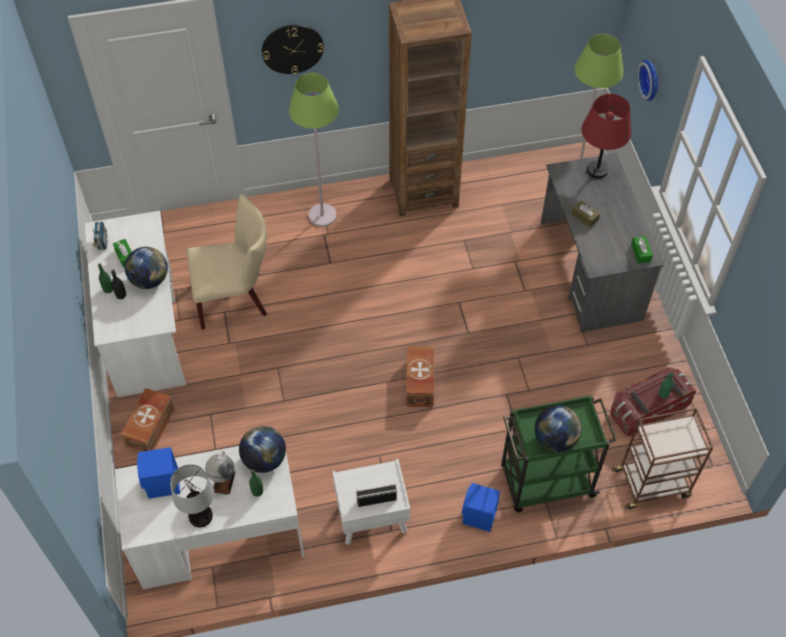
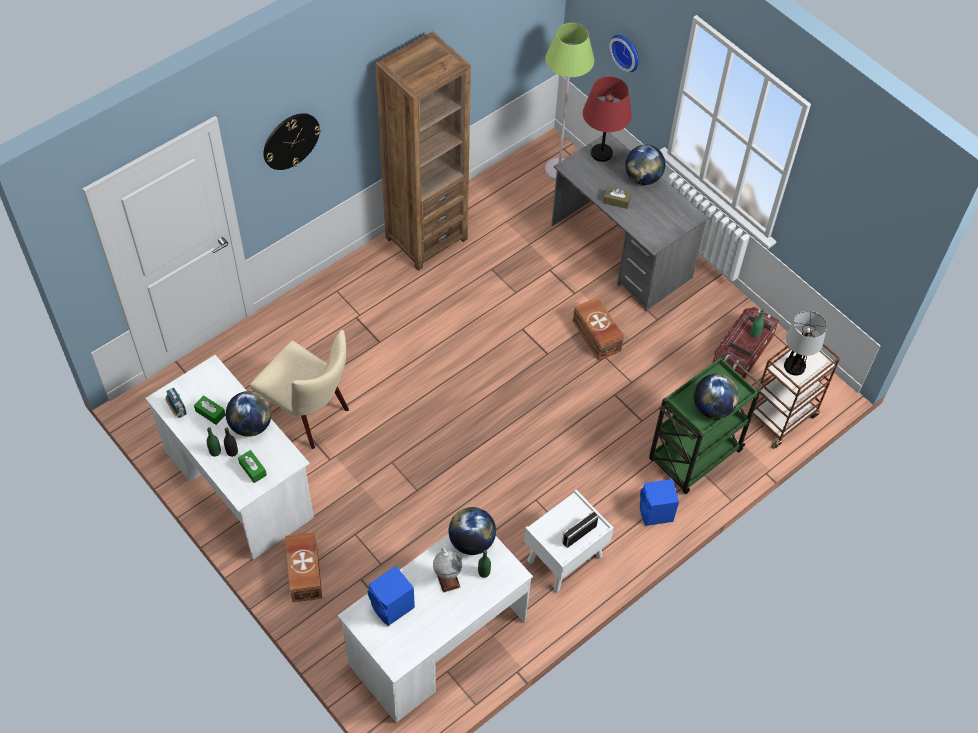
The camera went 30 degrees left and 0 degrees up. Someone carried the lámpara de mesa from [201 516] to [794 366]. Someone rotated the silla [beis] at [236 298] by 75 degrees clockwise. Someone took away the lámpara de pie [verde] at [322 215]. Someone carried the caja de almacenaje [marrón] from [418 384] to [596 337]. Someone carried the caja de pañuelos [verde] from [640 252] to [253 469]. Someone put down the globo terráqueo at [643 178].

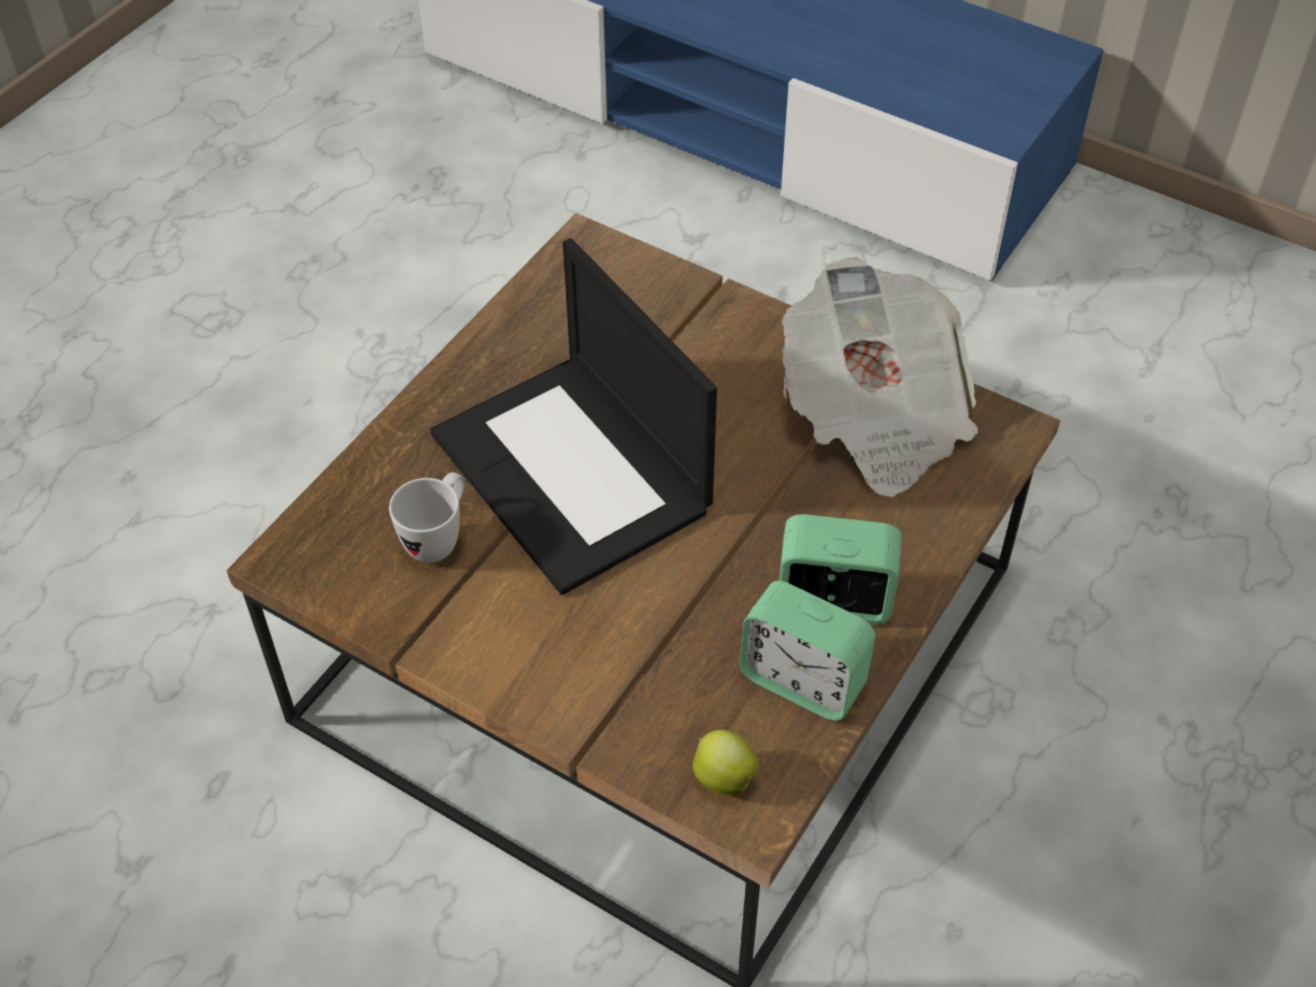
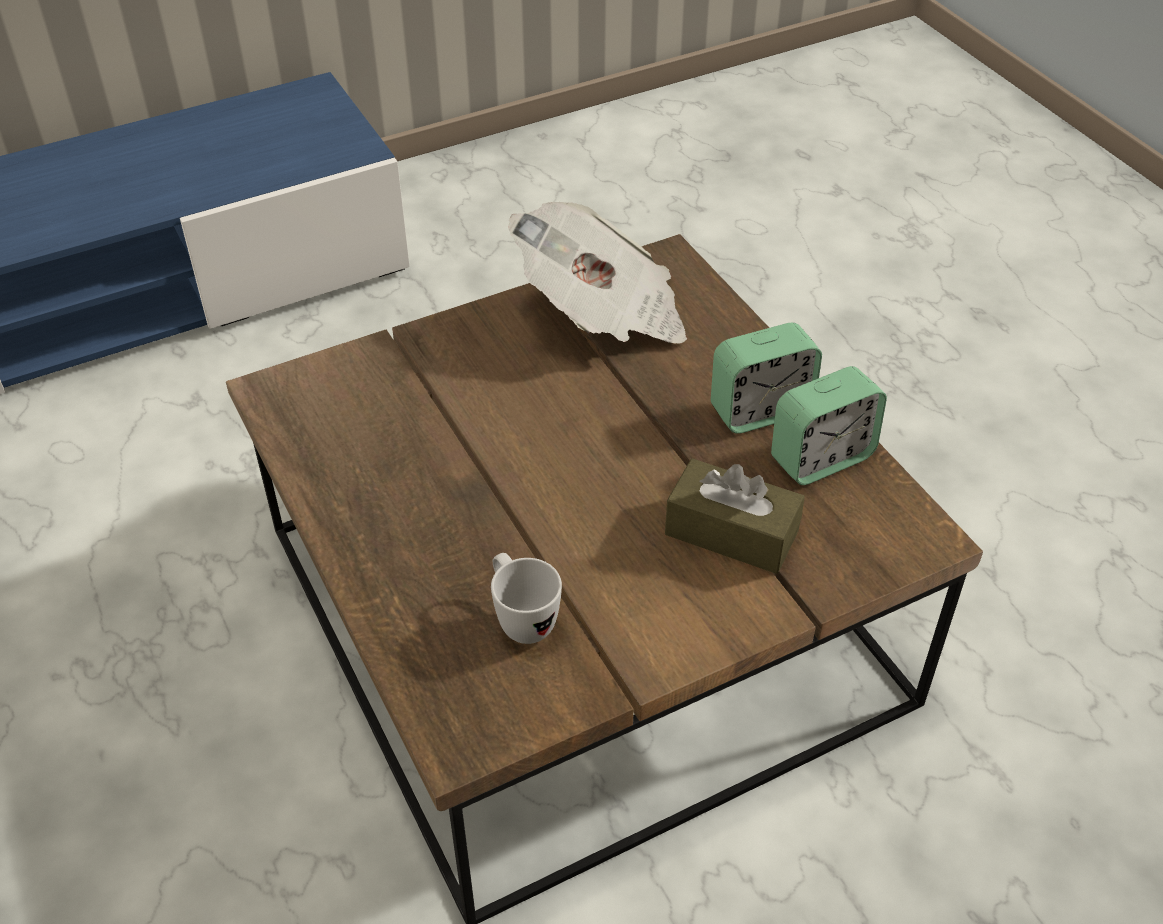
The camera went 60 degrees left and 5 degrees down. Someone took away the portátil at [574 473]. Someone took away the manzana at [722 777]. Someone rotated the despertador at [834 601] by 150 degrees counterclockwise. Someone put down the caja de pañuelos [marrón] at [731 532].

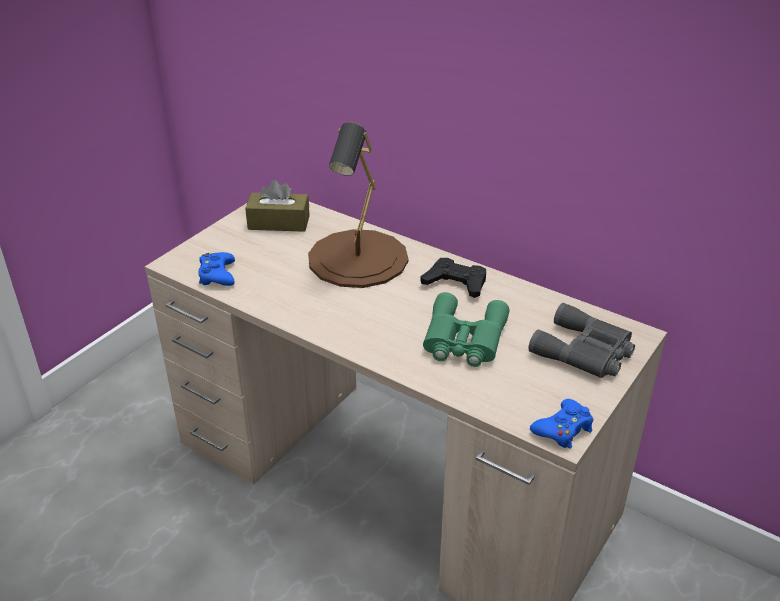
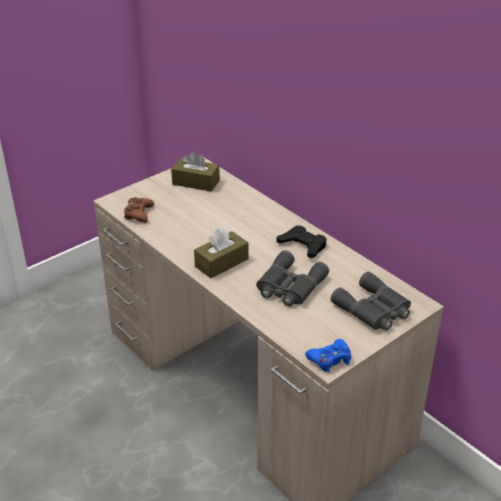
The camera went 15 degrees right and 0 degrees up. Someone repainted the mando de consola [azul] at [217 275], which became the mando de consola [marrón] at [138 214]. Someone took away the lámpara de mesa [marrón] at [358 258]. Someone repainted the prismáticos [verde] at [463 340], which became the prismáticos [gris] at [289 286]. Someone put down the caja de pañuelos [marrón] at [221 263].

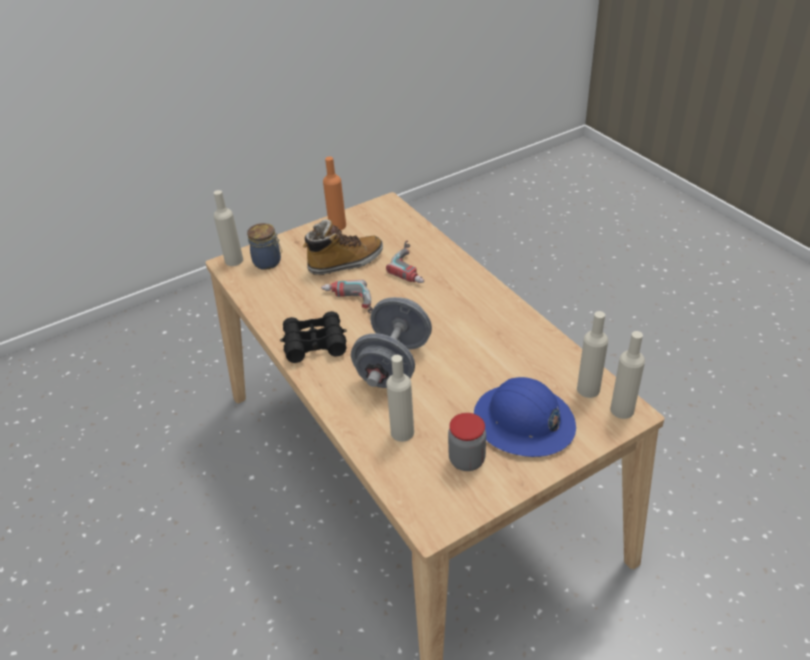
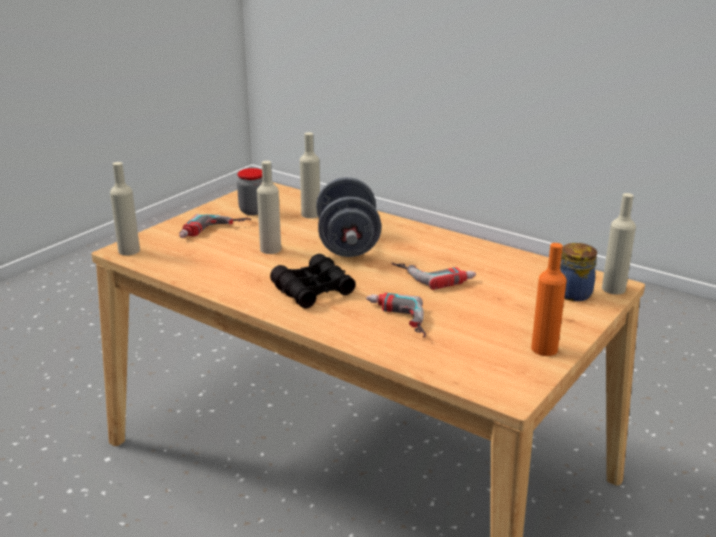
The camera went 155 degrees right and 15 degrees down. Someone carried the prismáticos [negro] from [314 343] to [313 290]. Someone took away the bota at [345 262]. Someone swapped the casco [azul] at [523 422] for the taladro at [214 232]. Someone carried the botella [beis] from [588 389] to [270 249].

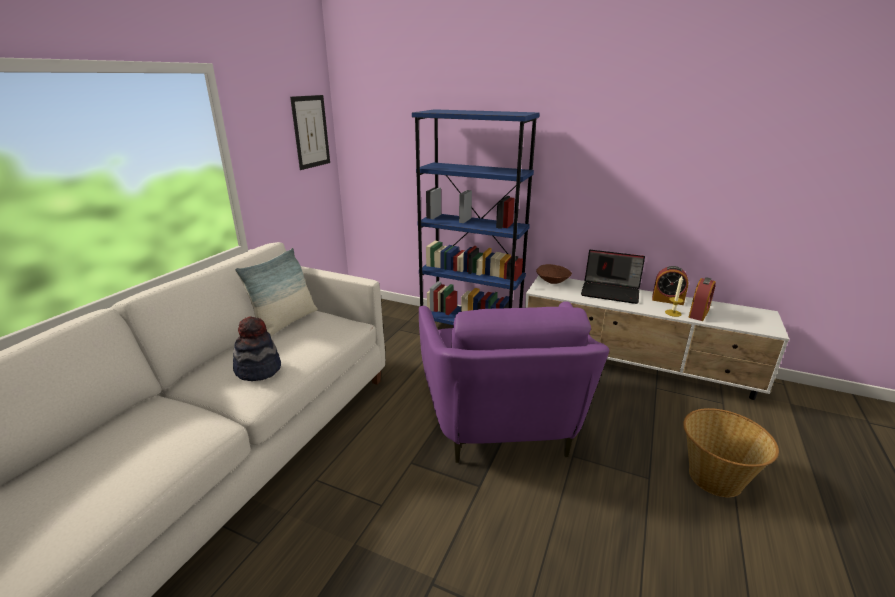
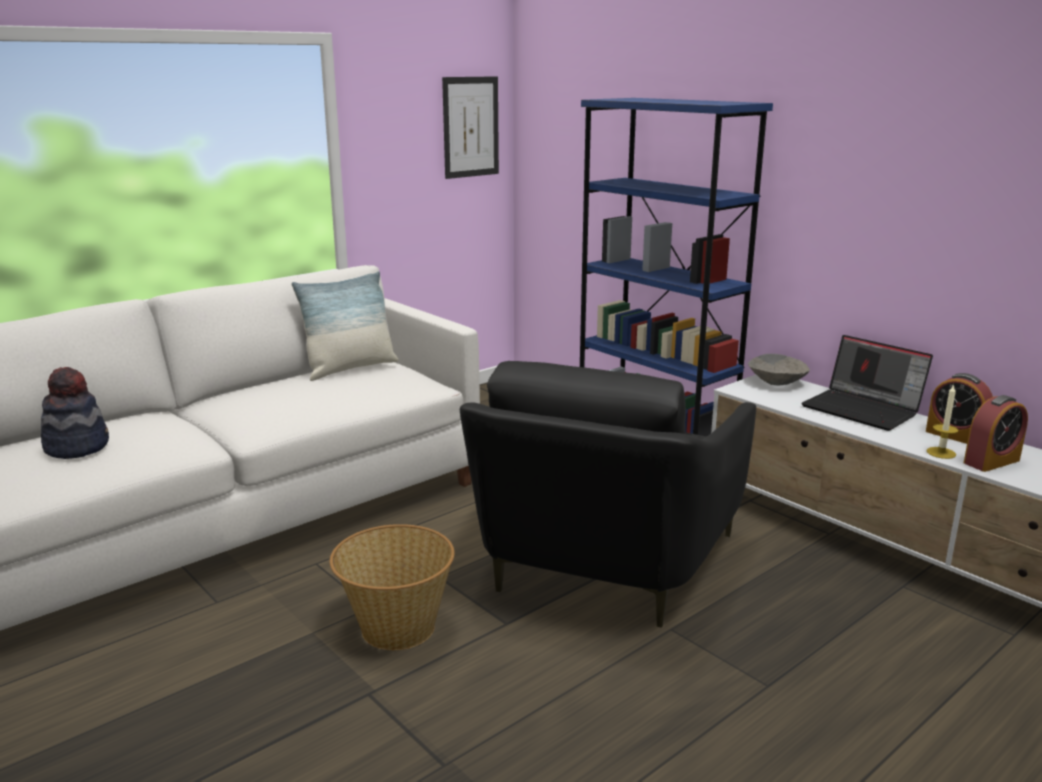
The camera went 25 degrees right and 5 degrees down. Someone carried the sombrero from [258 369] to [77 447]. Someone repainted the sillón [morado] at [501 420], which became the sillón [negro] at [601 564]. Someone repainted the cuenco [marrón] at [553 281], which became the cuenco [gris] at [777 383]. Someone carried the cesta from [715 478] to [396 628].

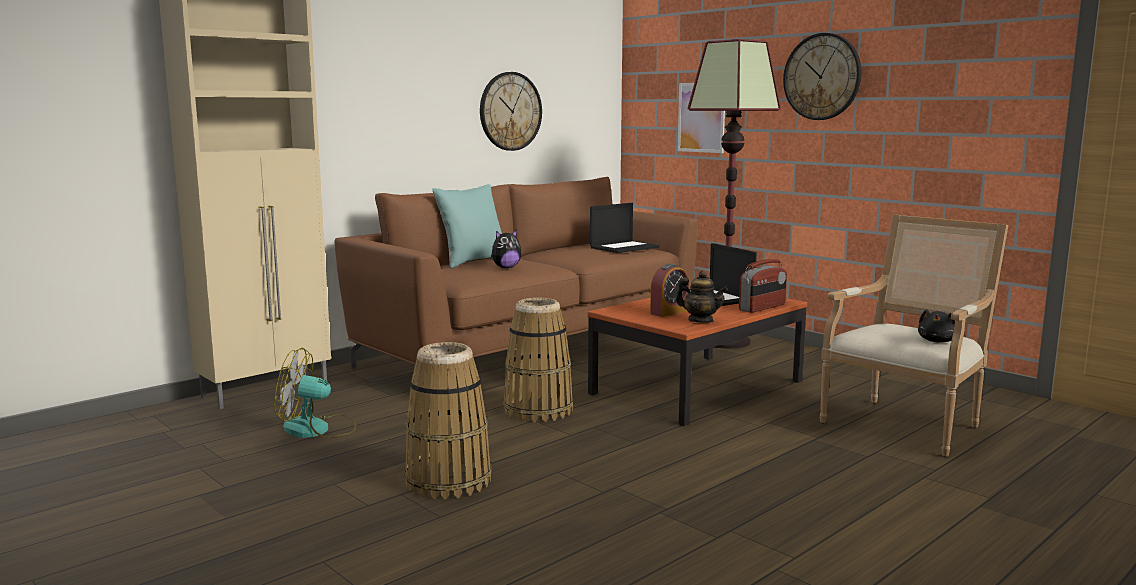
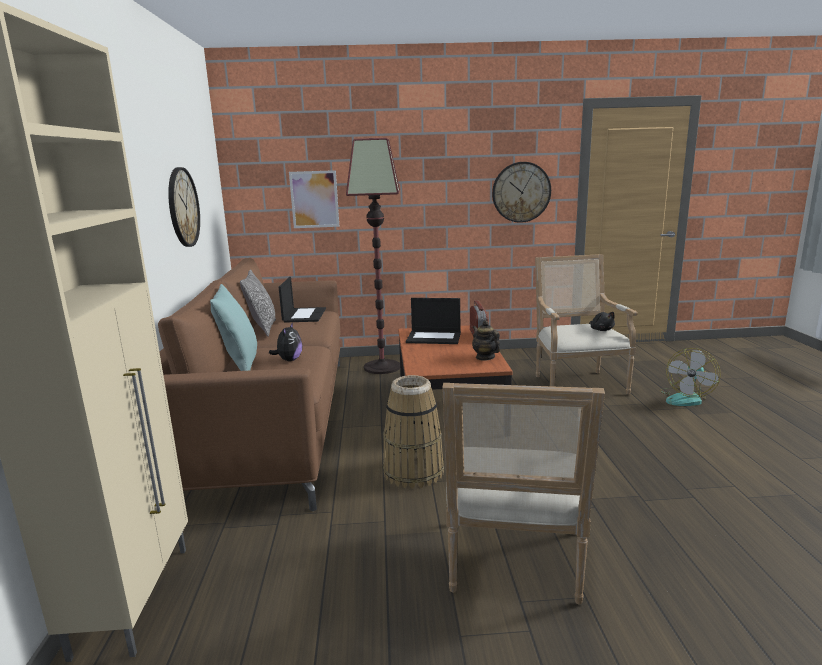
The camera went 50 degrees left and 5 degrees up. Someone carried the ventilador from [317 429] to [686 398]. Someone swapped the cesta at [448 480] for the sillón at [514 565]. Someone took away the despertador at [669 312]. Someone rotated the tetera at [700 321] by 105 degrees counterclockwise. Someone carried the reloj de pared from [822 77] to [521 192]. Someone put down the cojín at [262 328].

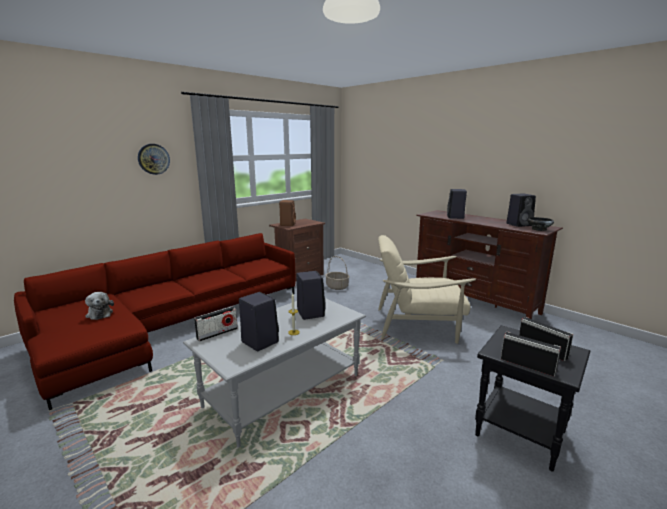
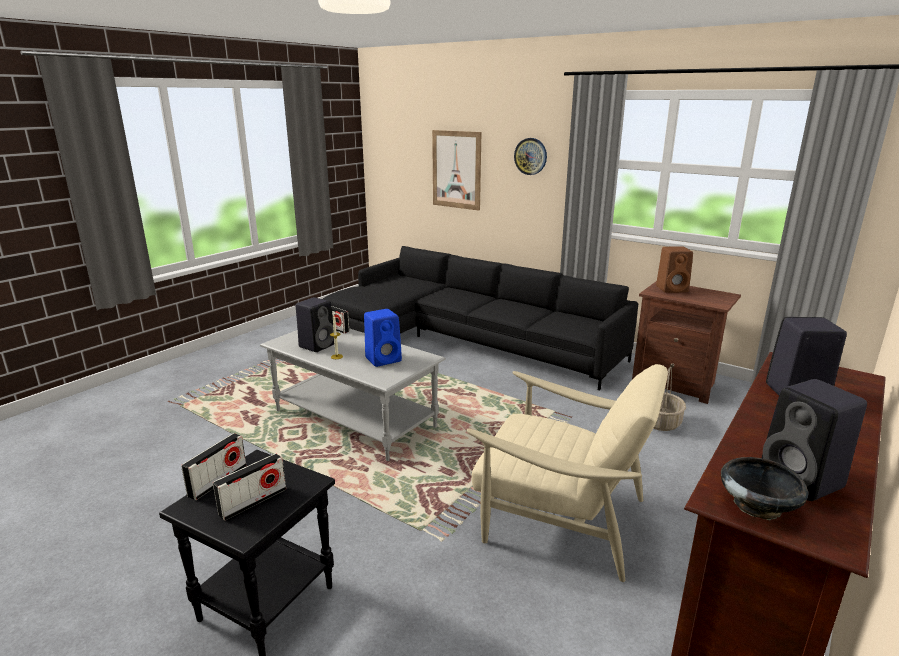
The camera went 80 degrees right and 5 degrees up. Someone repainted the sofá [rojo] at [172 324], which became the sofá [negro] at [466 340]. Someone took away the peluche at [99 313]. Someone repainted the altavoz [negro] at [310 313], which became the altavoz [azul] at [384 359]. Someone rotated the sillón [beis] at [418 324] by 120 degrees clockwise. Someone put up the cuadro at [456 170].

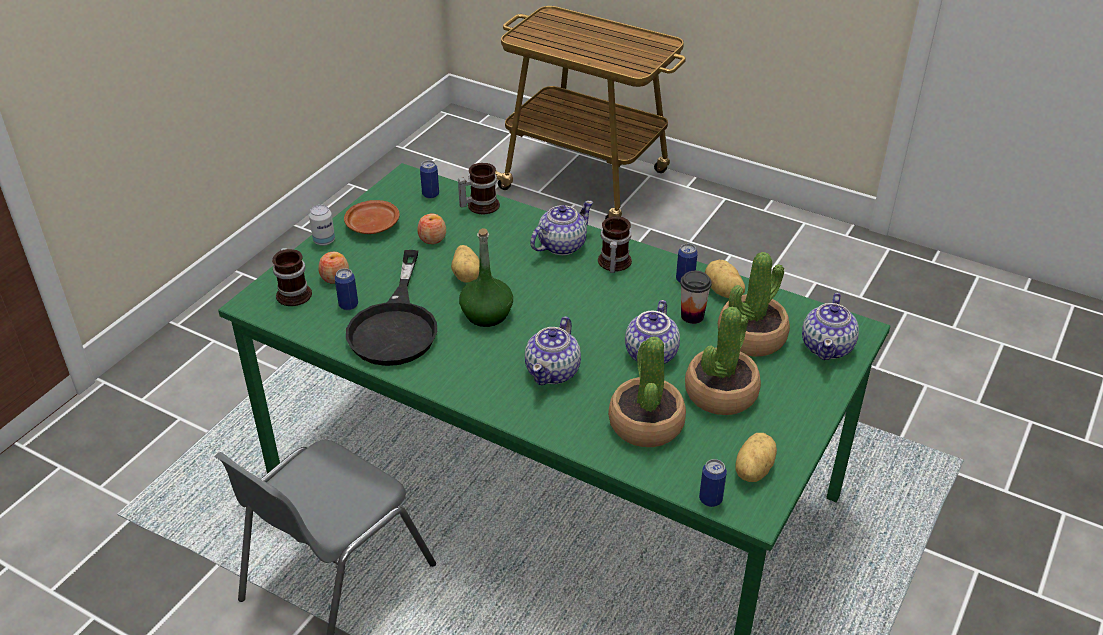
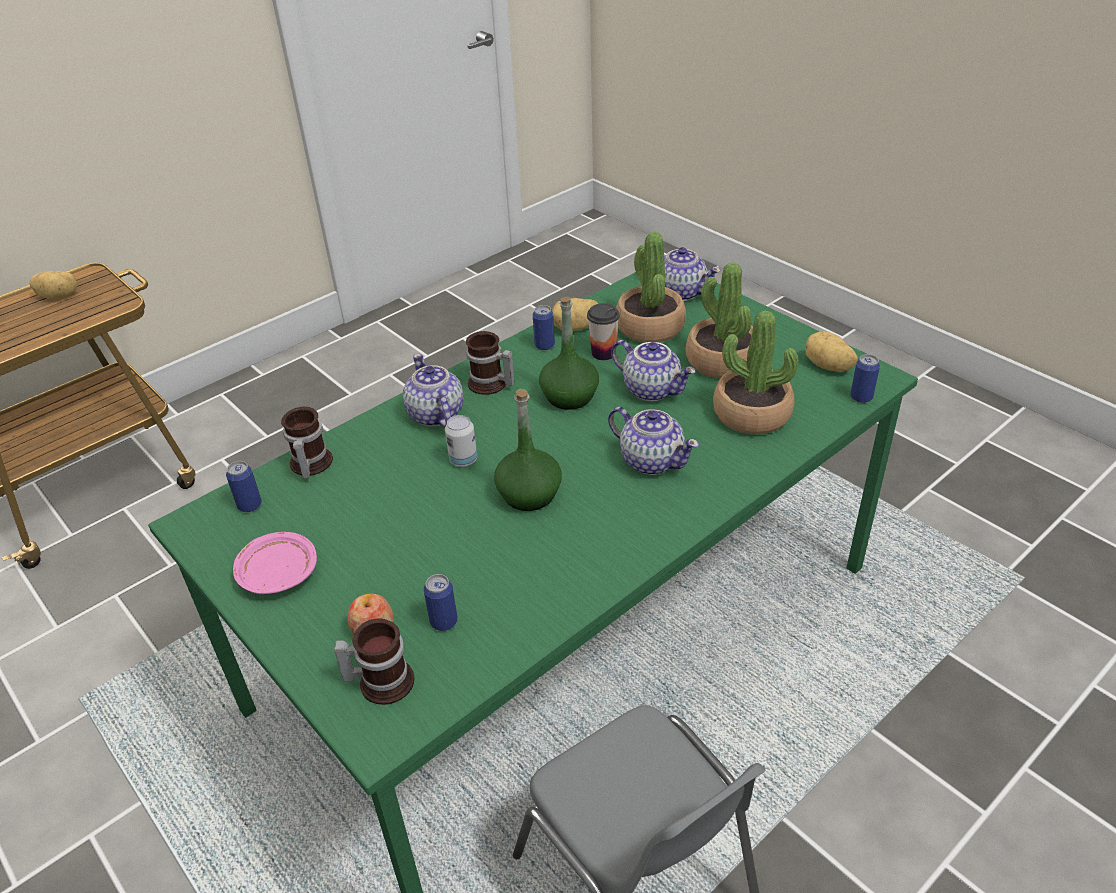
The camera went 70 degrees left and 0 degrees up. Someone carried the lata from [324 241] to [463 460]. Someone repainted the plato [marrón] at [373 225], which became the plato [rosa] at [277 573]. Someone took away the sartén [negro] at [395 325]. Someone took away the manzana at [432 238]. Someone carried the patata from [468 276] to [59 296]. Someone put down the botella [verde] at [569 396].

